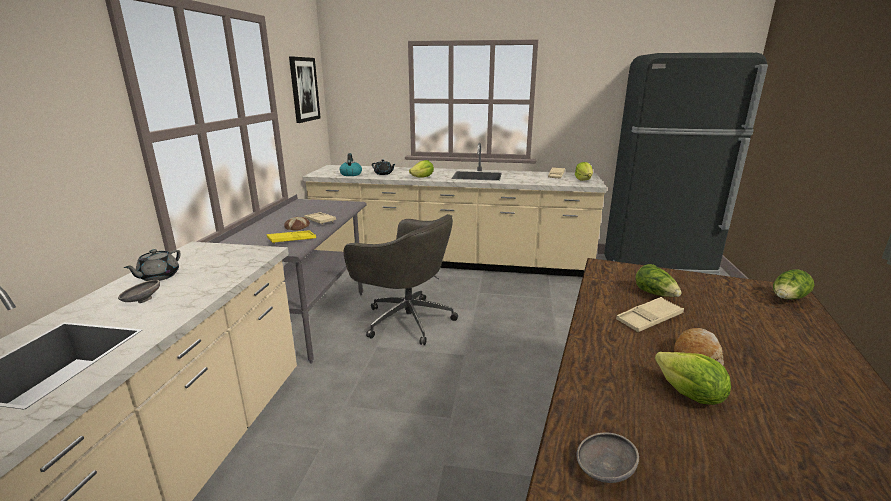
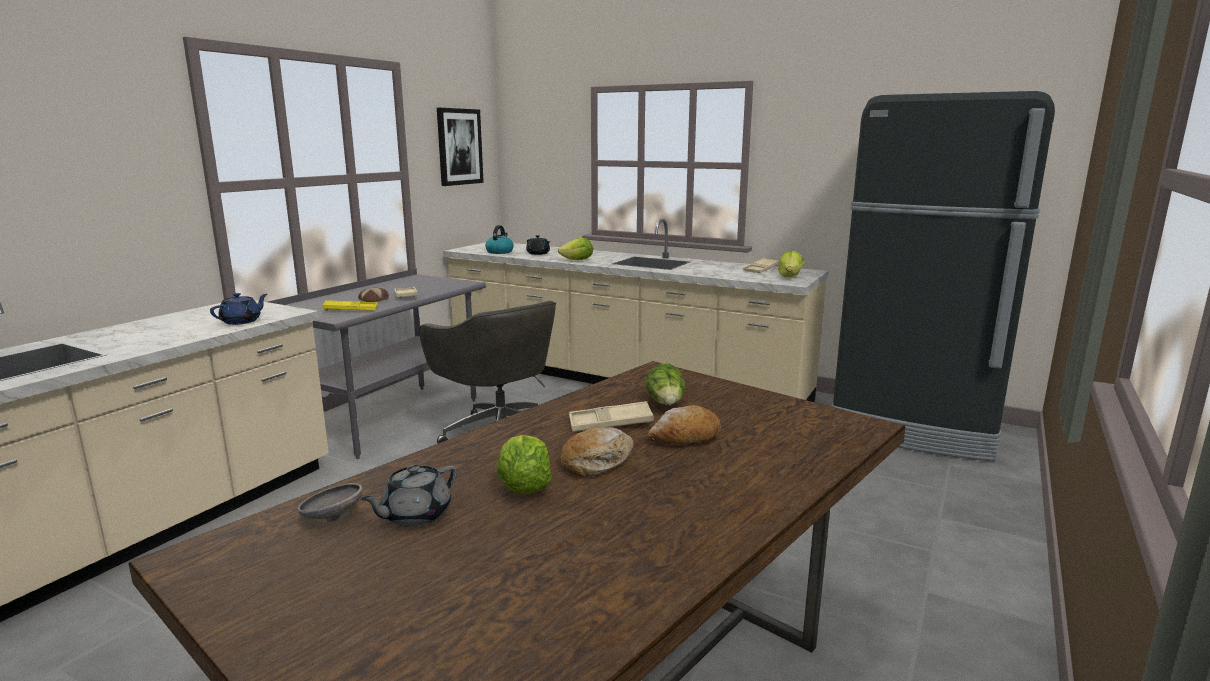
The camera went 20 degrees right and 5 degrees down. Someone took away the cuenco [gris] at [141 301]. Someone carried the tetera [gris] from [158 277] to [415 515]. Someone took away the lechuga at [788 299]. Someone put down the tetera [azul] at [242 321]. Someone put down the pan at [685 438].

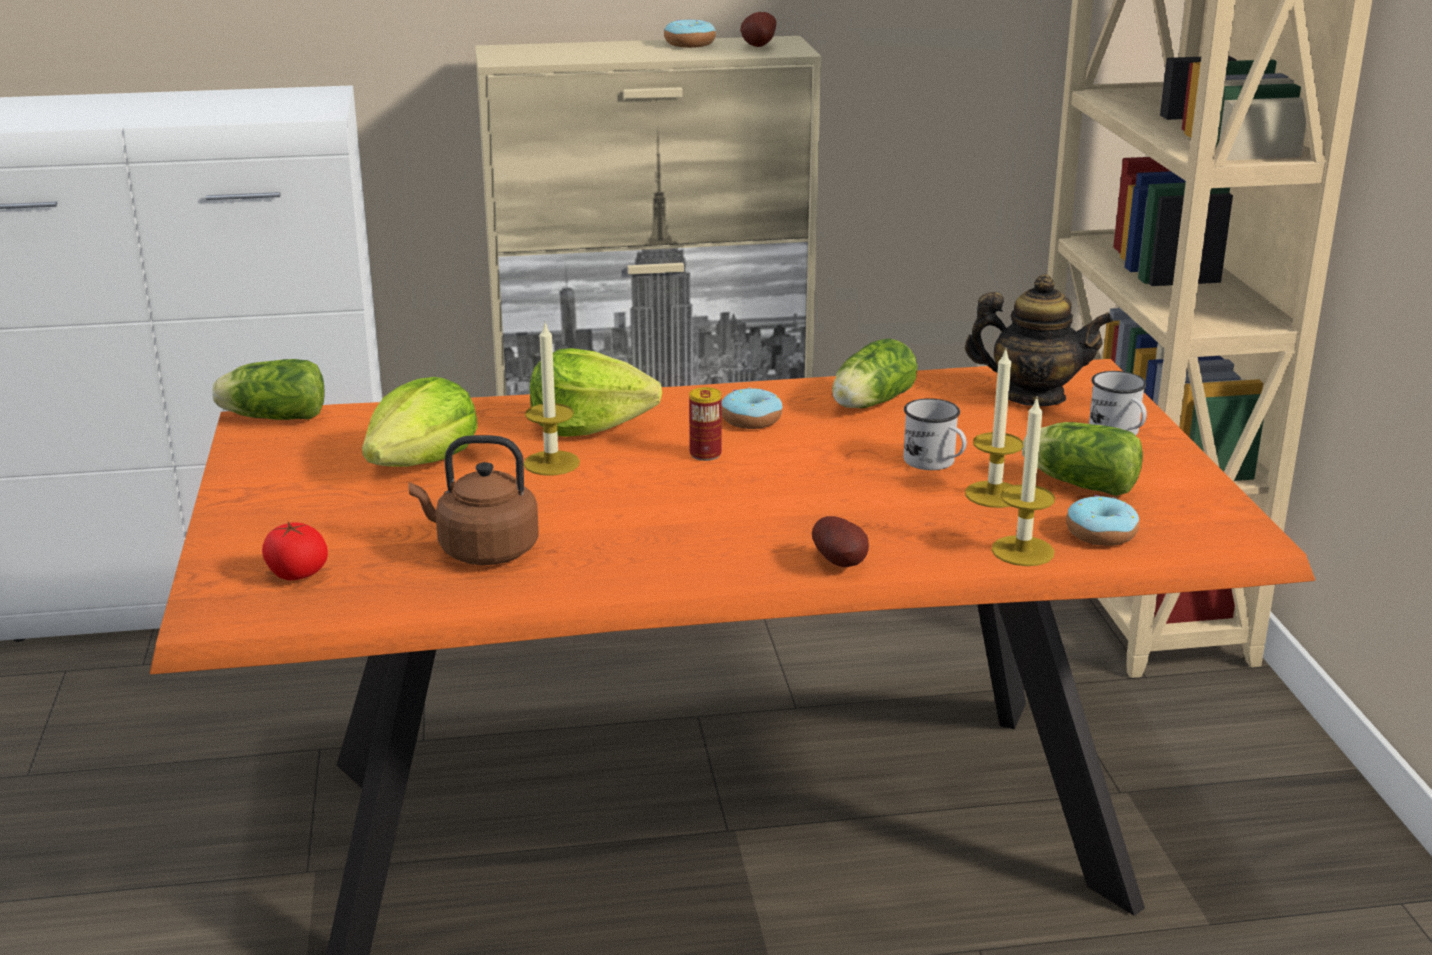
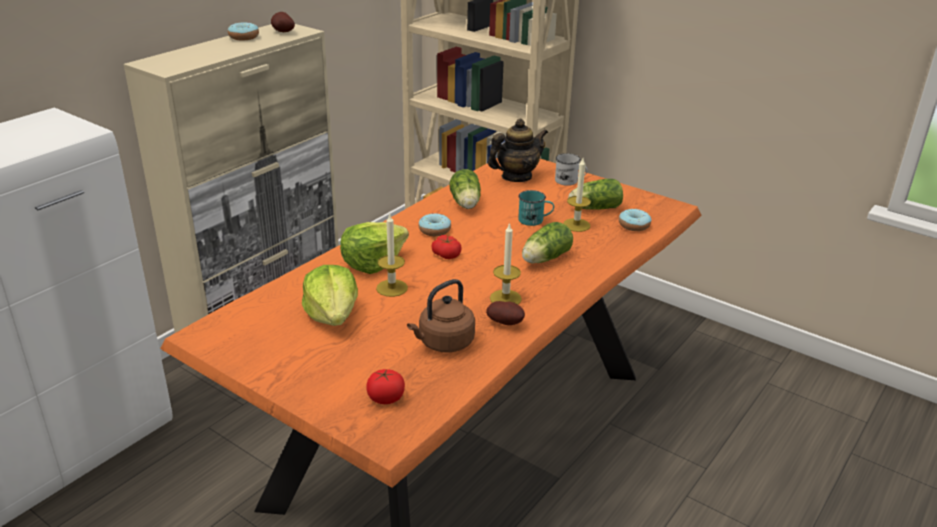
The camera went 45 degrees left and 5 degrees up. Someone carried the lechuga from [271 417] to [544 259]. Someone swapped the lata at [705 454] for the tomate at [446 254]. Someone carried the patata from [841 563] to [506 323]. Someone repainted the taza grande [blanco] at [935 463], which became the taza grande [turquesa] at [535 220]. Someone carried the vela from [1022 551] to [505 298].

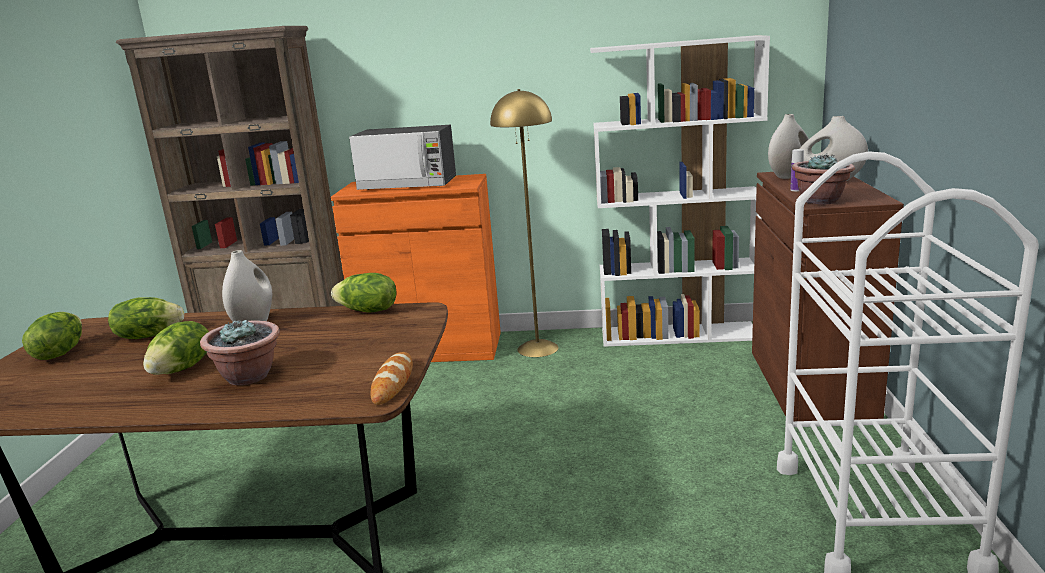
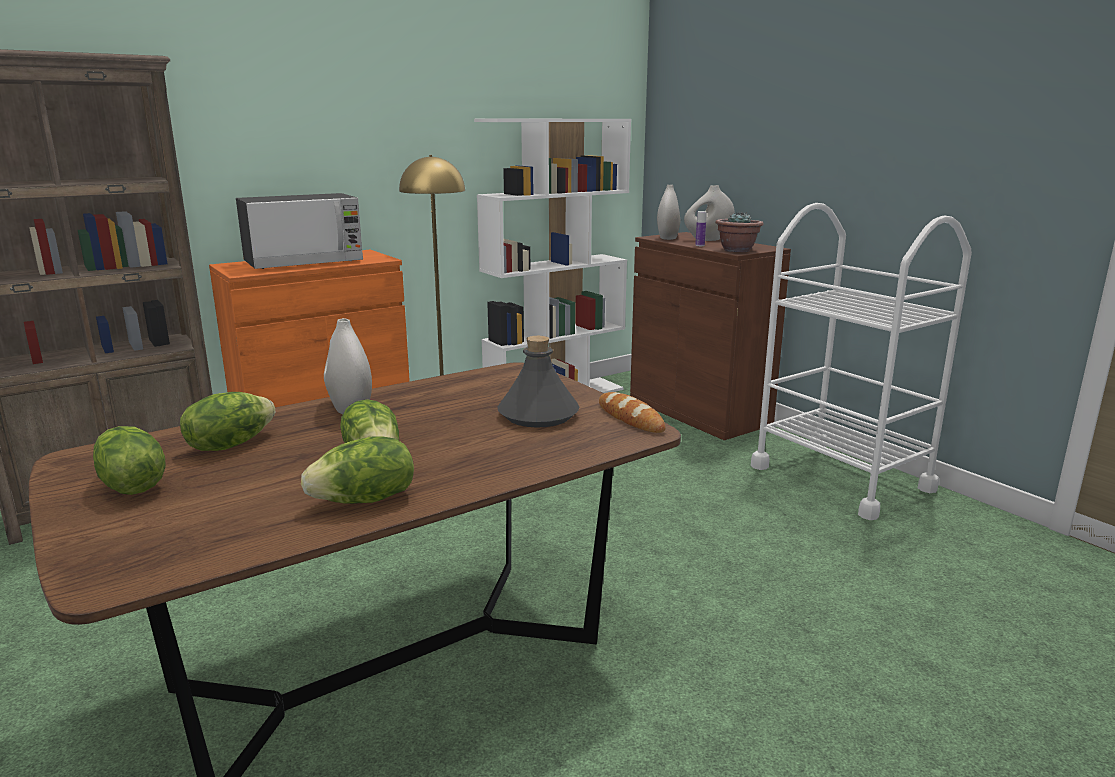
The camera went 40 degrees left and 0 degrees up. Someone took away the planta en maceta at [249 376]. Someone carried the lechuga from [368 311] to [365 500]. Someone put down the botella [gris] at [537 415].

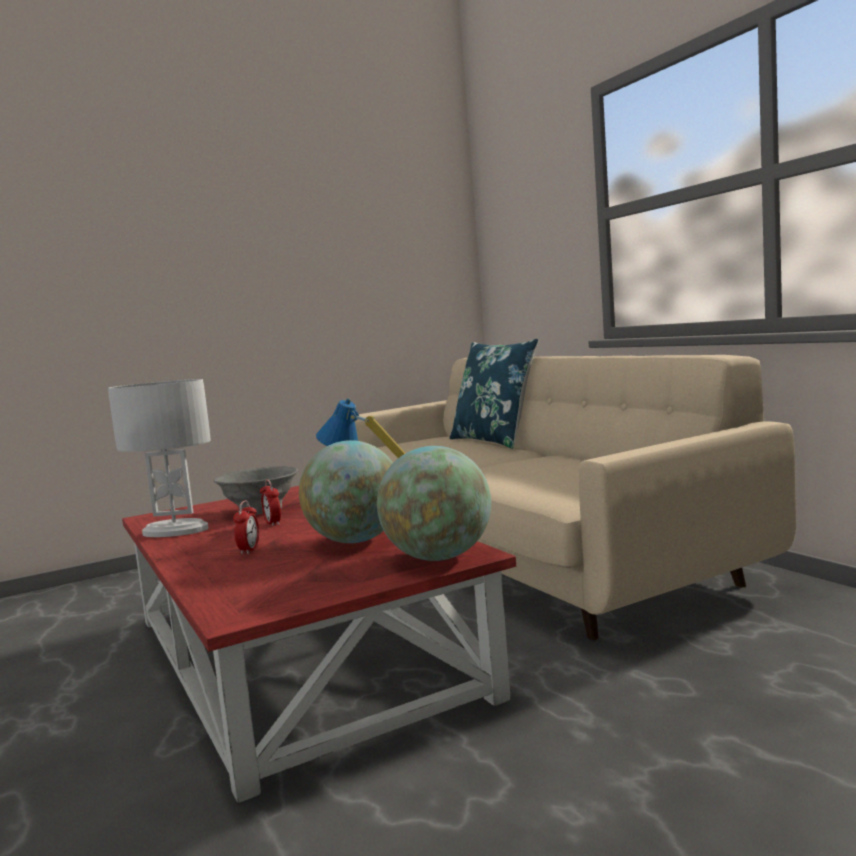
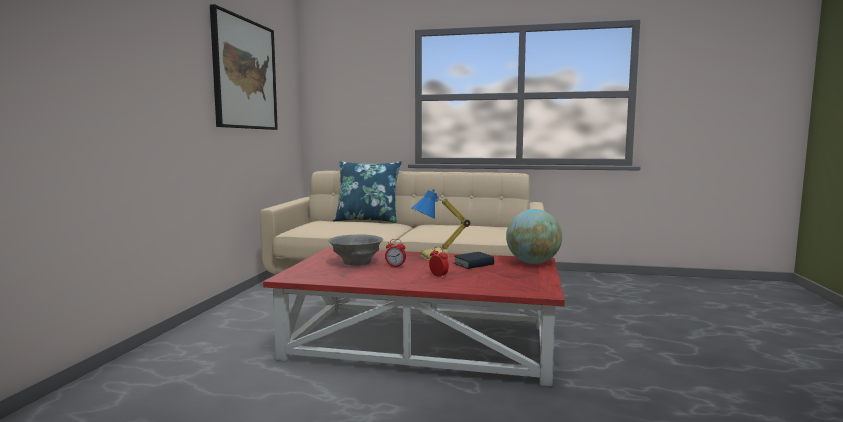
The camera went 50 degrees left and 0 degrees up. Someone took away the lámpara de mesa [blanco] at [175 531]. Someone swapped the globo terráqueo at [355 541] for the libro at [473 264]. Someone put up the cuadro at [245 74].

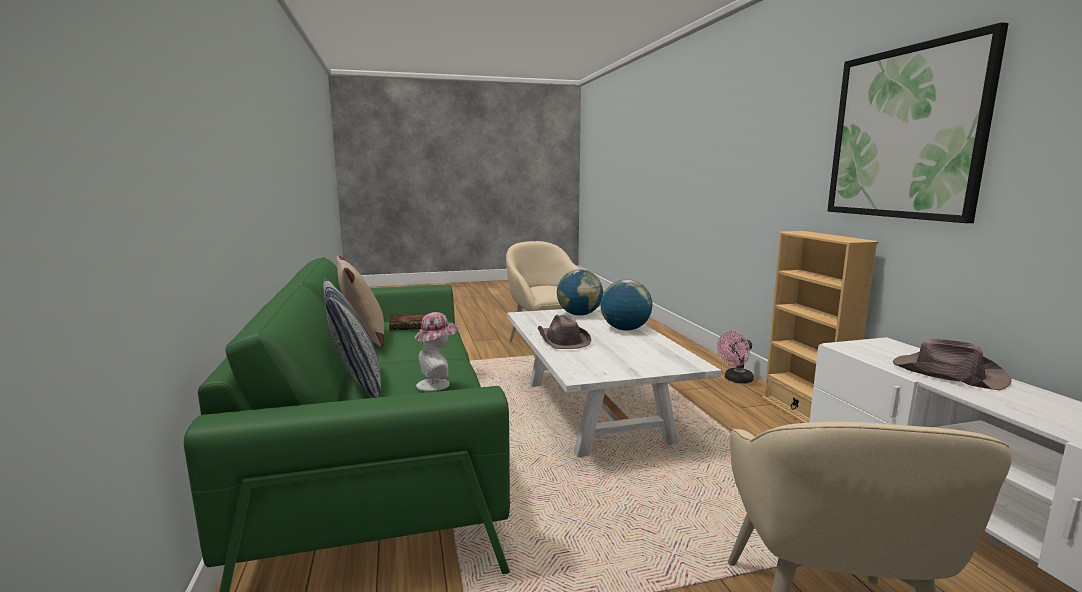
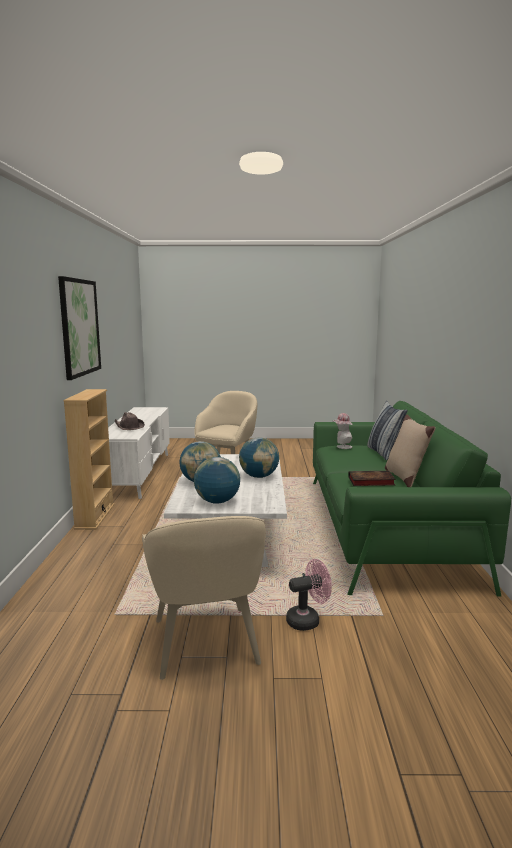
The camera went 165 degrees left and 0 degrees up. Someone swapped the sombrero [marrón] at [562 340] for the globo terráqueo at [259 476]. Someone carried the ventilador [rosa] from [735 380] to [308 620].

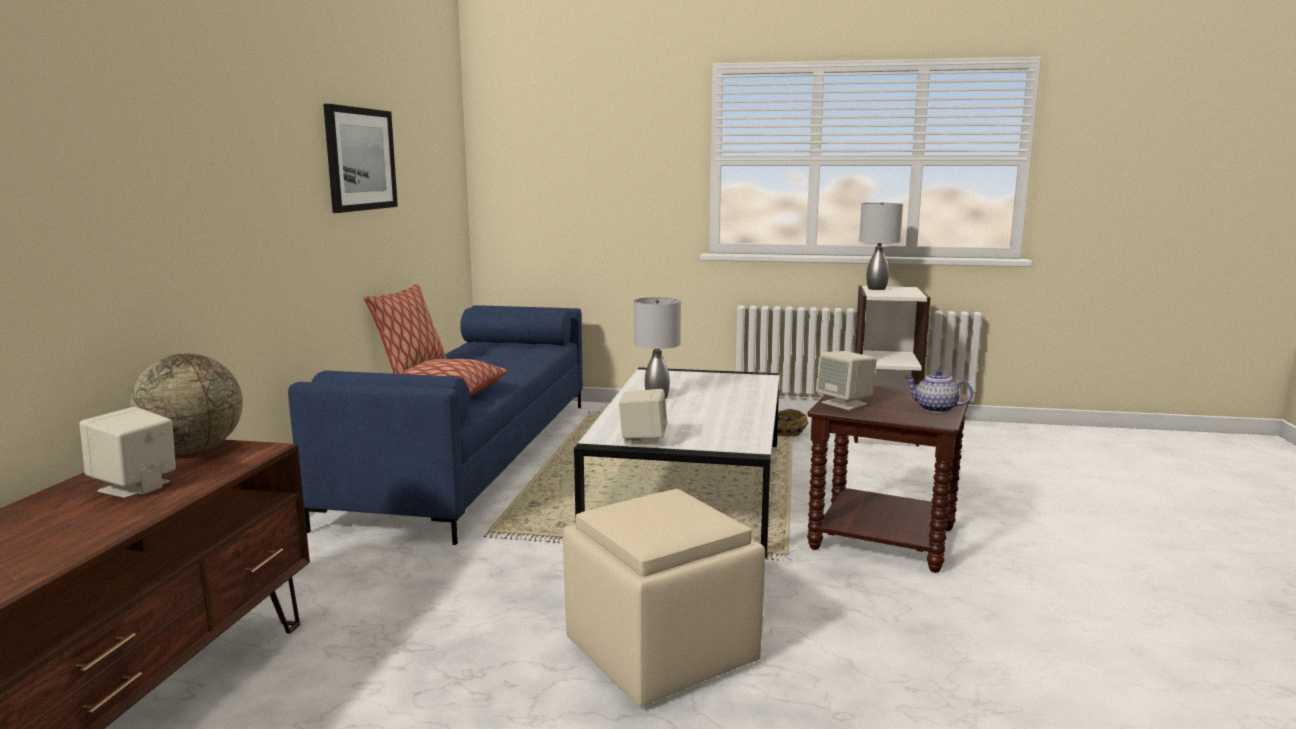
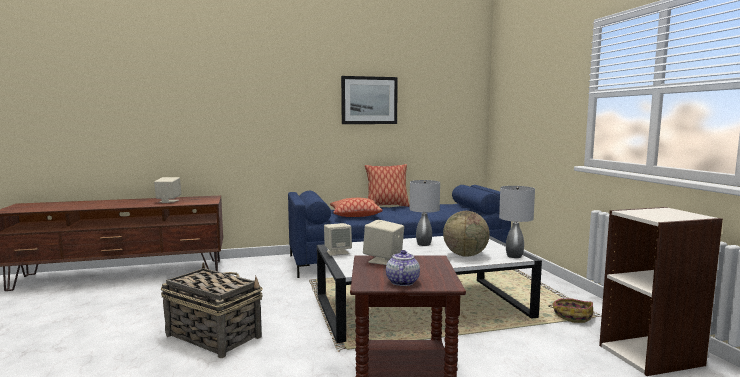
The camera went 65 degrees right and 5 degrees down. Someone carried the globo terráqueo from [193 450] to [465 255]. Someone swapped the puf [beis] at [661 653] for the cesta at [213 336]. Someone carried the lámpara de mesa [gris] from [877 288] to [514 256].

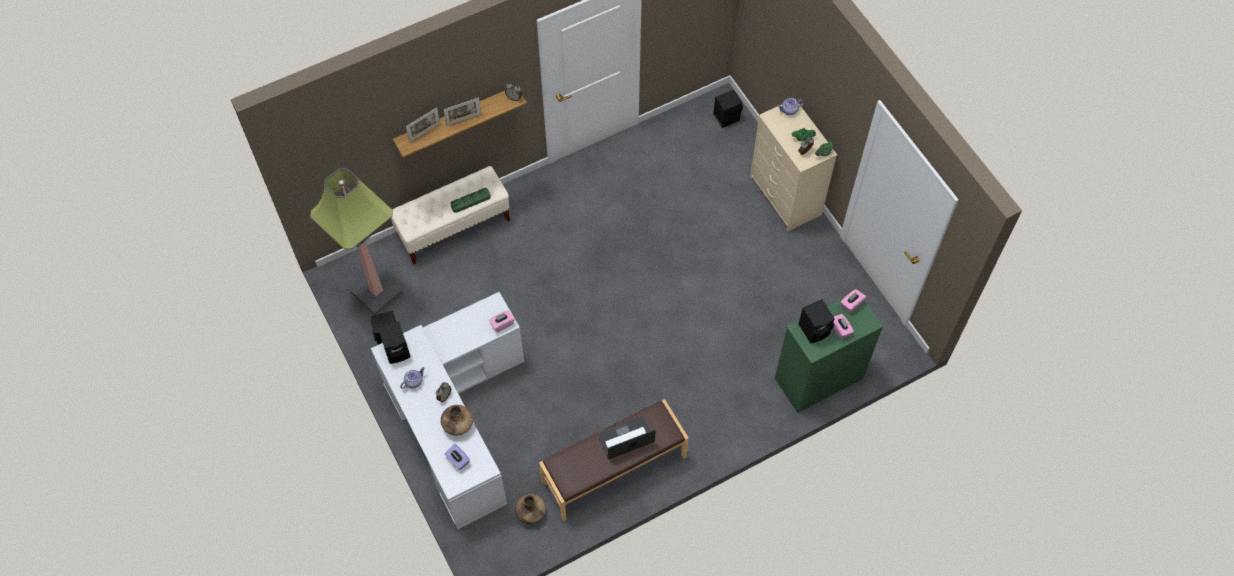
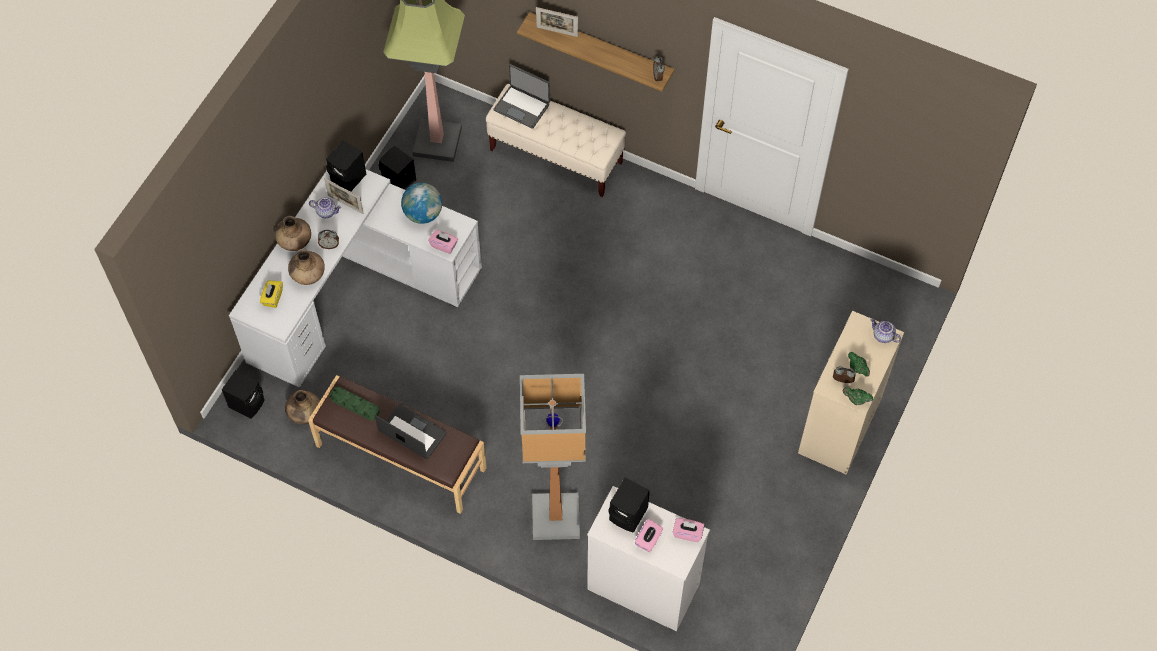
The camera went 55 degrees right and 0 degrees up. Someone carried the portarretratos from [463 119] to [345 204]. Someone repainted the caja de pañuelos [morado] at [458 460], which became the caja de pañuelos [amarillo] at [272 298]. Someone carried the bandeja [verde] from [470 201] to [355 405]. Someone carried the altavoz [negro] from [726 117] to [247 402]. Someone repainted the cómoda [verde] at [818 379], which became the cómoda [blanco] at [642 586]. Someone put down the florero [marrón] at [295 241]. Someone put down the globo terráqueo at [423 214]. Someone put down the portátil at [522 106]. Someone put down the lámpara de pie at [554 518].

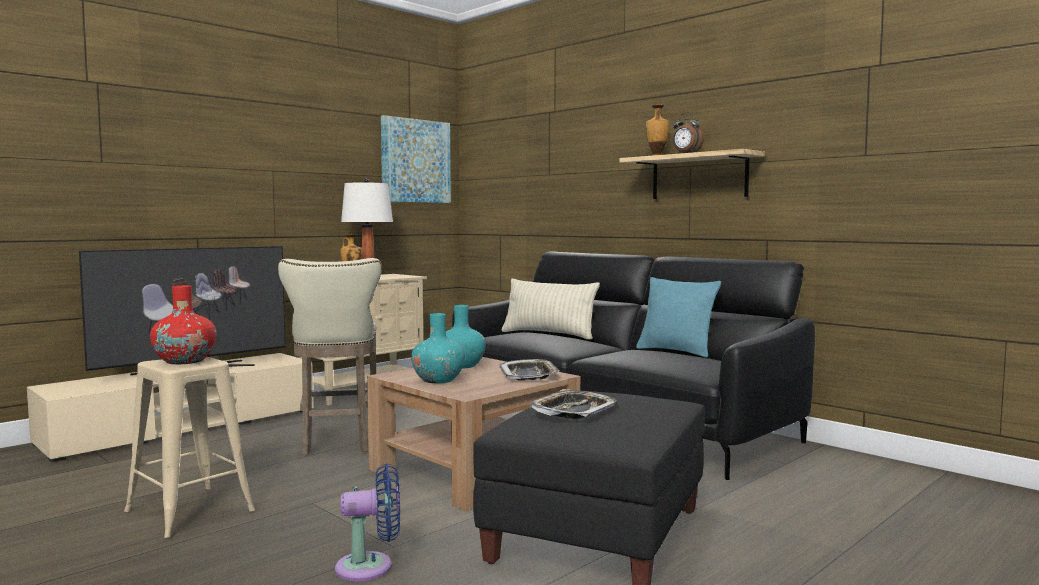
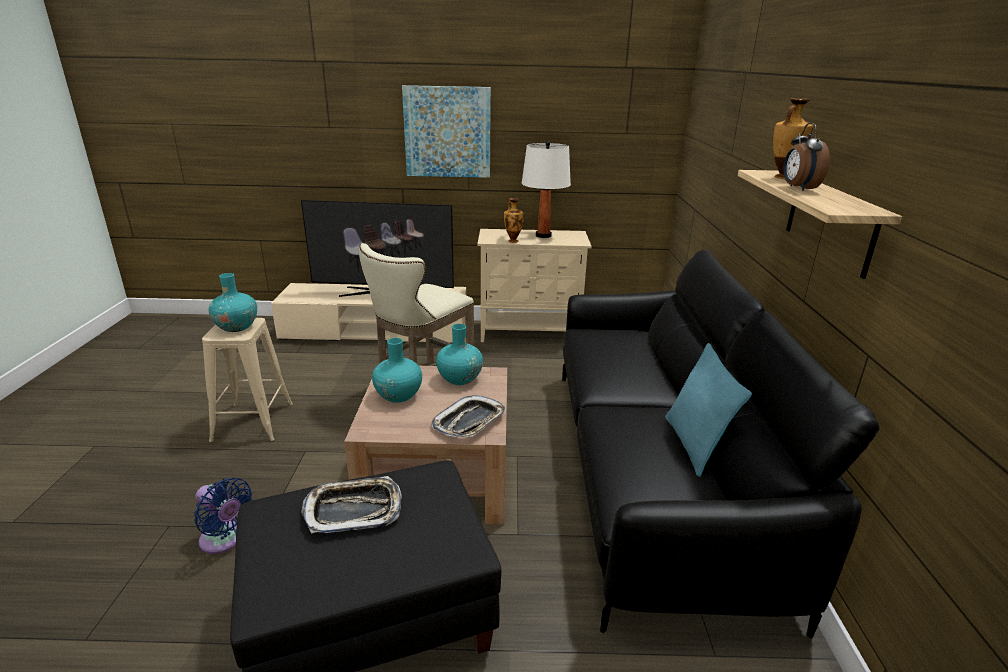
The camera went 45 degrees right and 20 degrees up. Someone repainted the florero [rojo] at [185 361], which became the florero [turquesa] at [237 327]. Someone carried the cuadro from [415 161] to [447 132]. Someone took away the cojín [beis] at [548 334].

